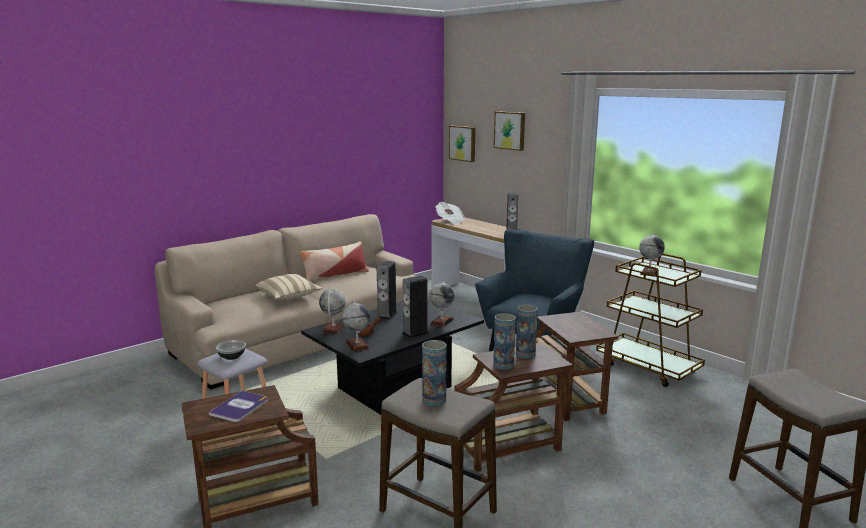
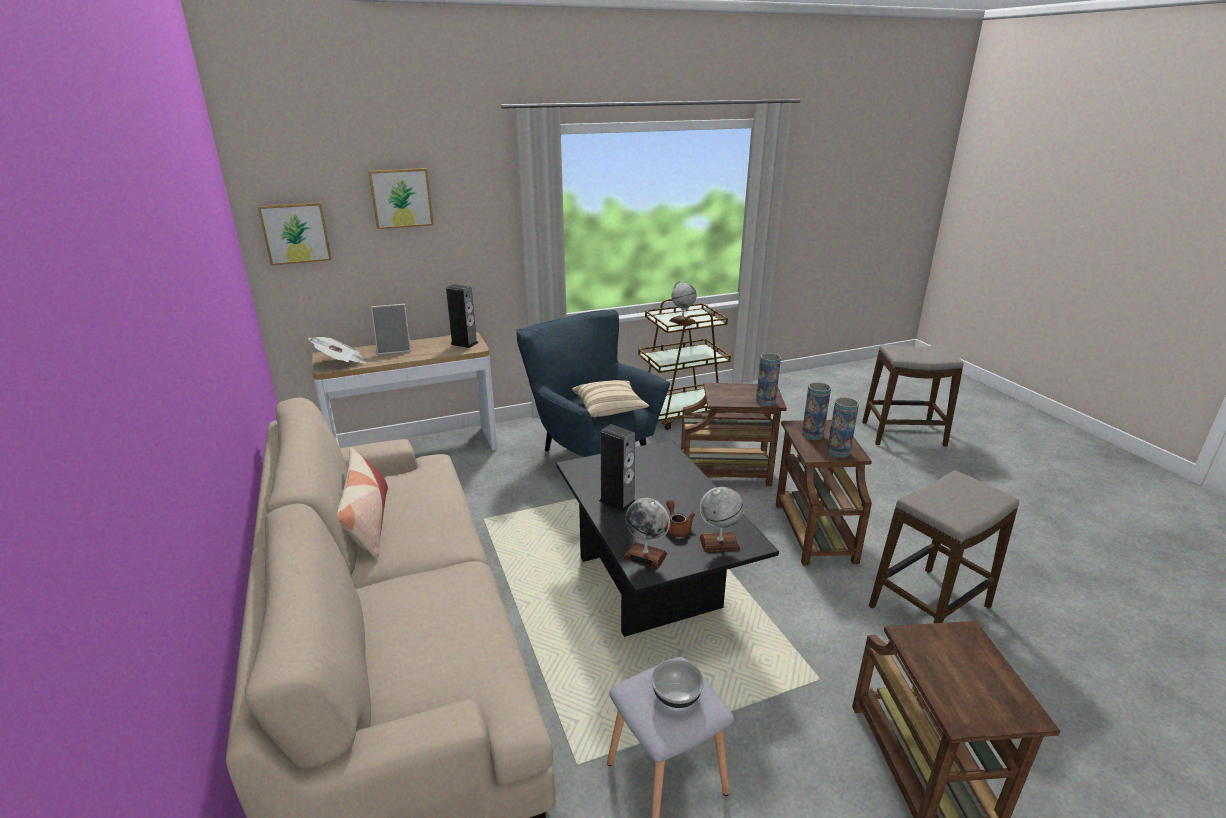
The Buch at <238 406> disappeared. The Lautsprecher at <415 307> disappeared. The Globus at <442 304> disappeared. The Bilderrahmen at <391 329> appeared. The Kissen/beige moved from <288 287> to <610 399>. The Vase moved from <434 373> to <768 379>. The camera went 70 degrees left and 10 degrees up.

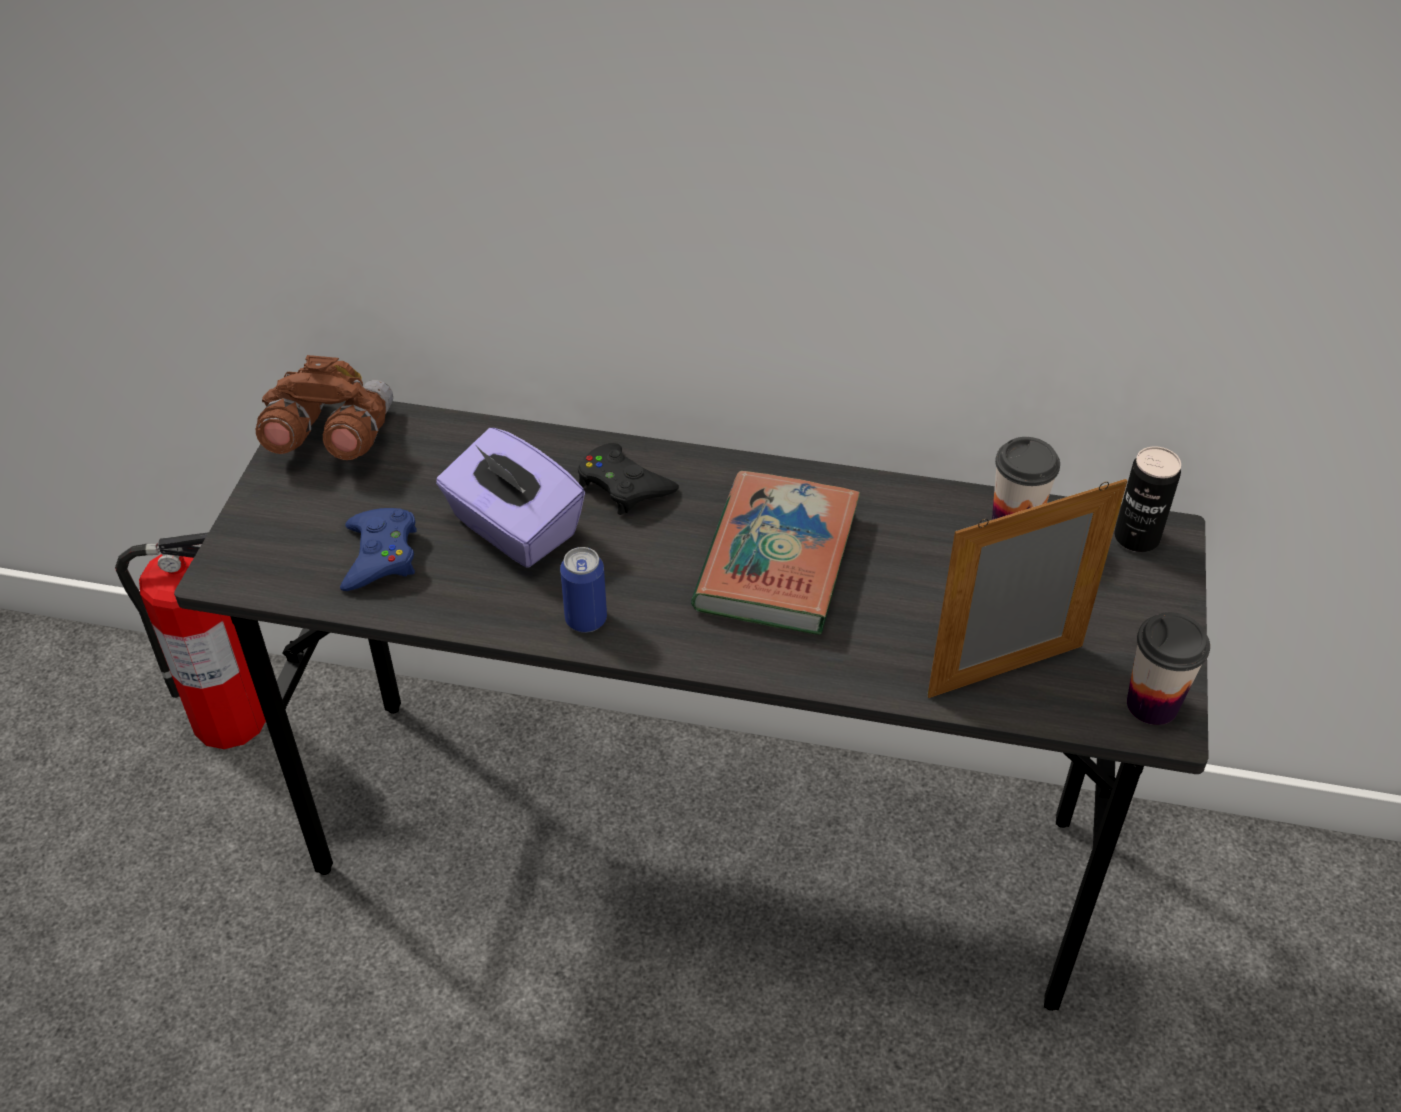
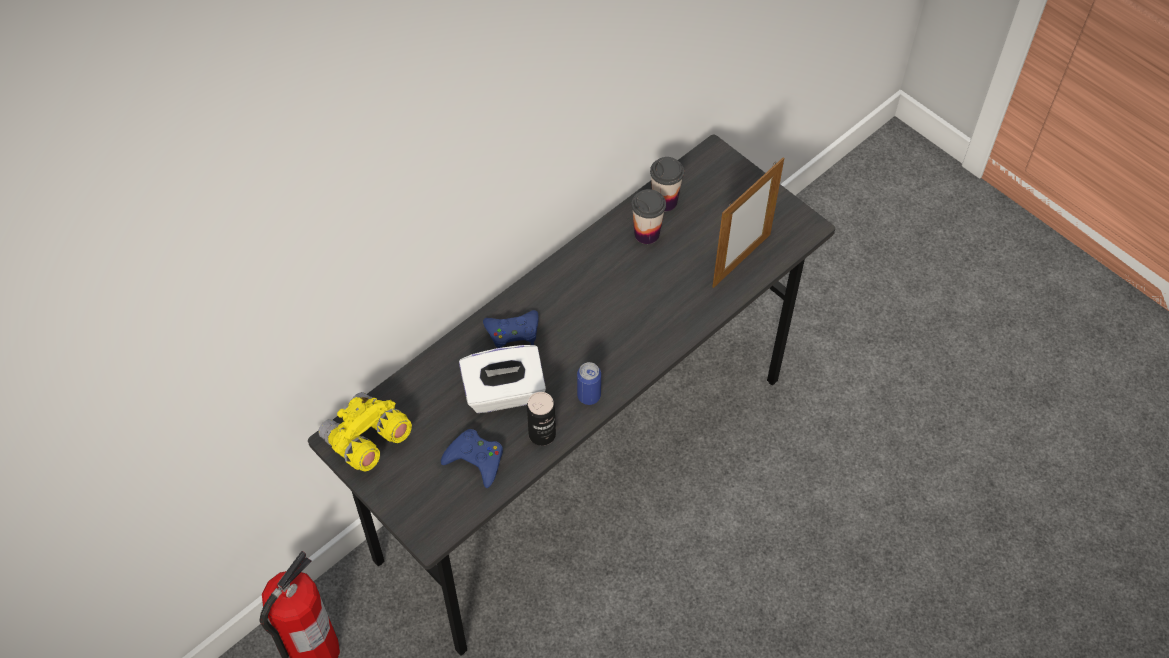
The Buch at <775 553> disappeared. The Dose moved from <1147 499> to <541 419>. The Tasse moved from <1168 668> to <648 216>. The Fernglas/braun at <324 407> became the Fernglas/gelb at <365 431>. The Taschentuchbox/lila at <510 498> became the Taschentuchbox/weiß at <502 379>. The Gamepad/schwarz at <628 479> became the Gamepad/blau at <511 329>. The Bilderrahmen at <1027 588> turned 150 degrees counterclockwise. The camera went 55 degrees left and 10 degrees up.

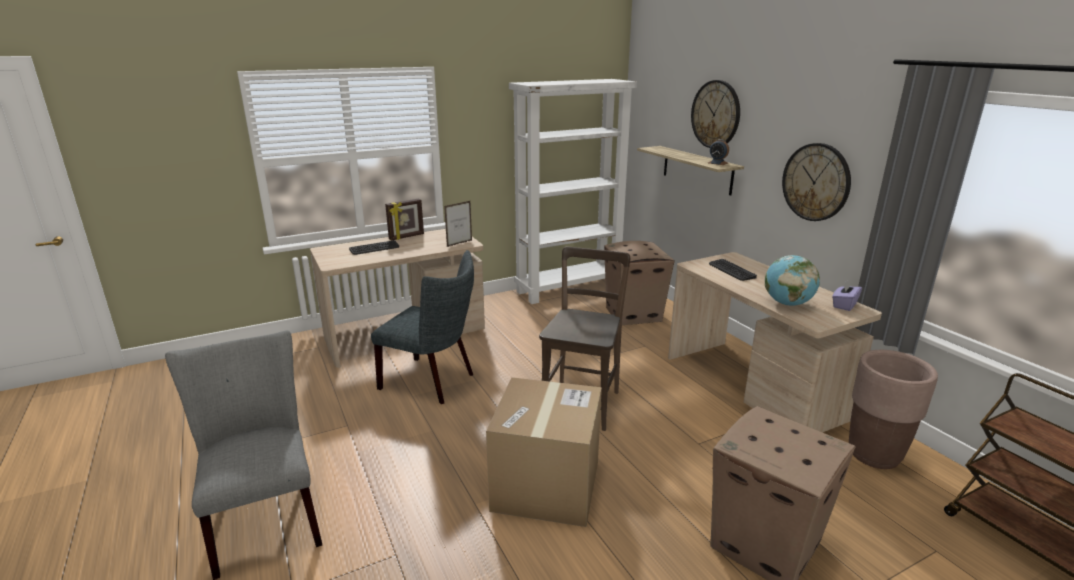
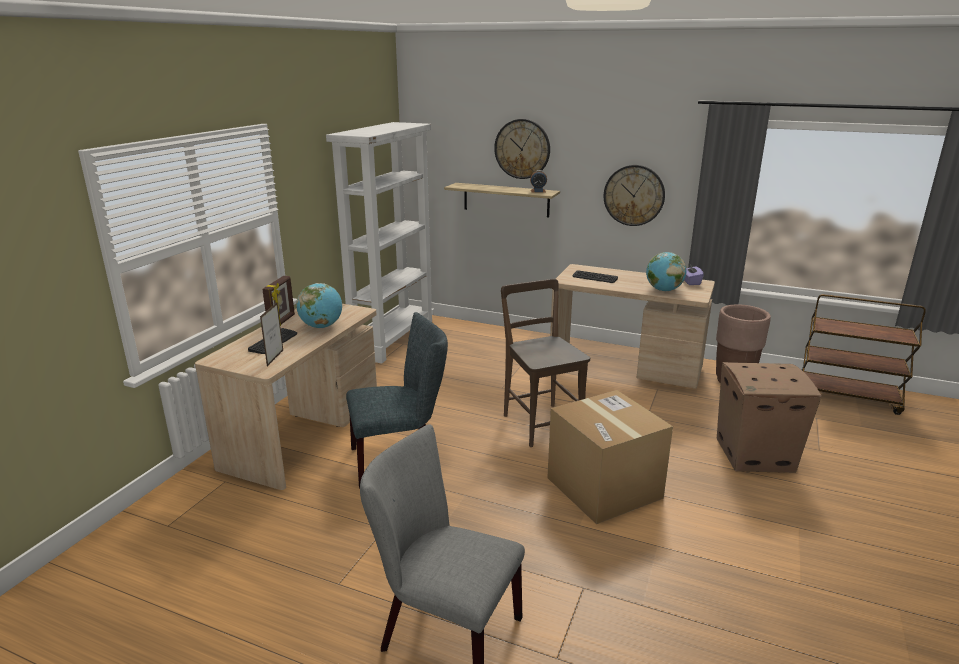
The Karton at <639 283> disappeared. The Globus at <319 305> appeared. The Bilderrahmen moved from <458 224> to <271 335>. The camera went 40 degrees left and 0 degrees up.

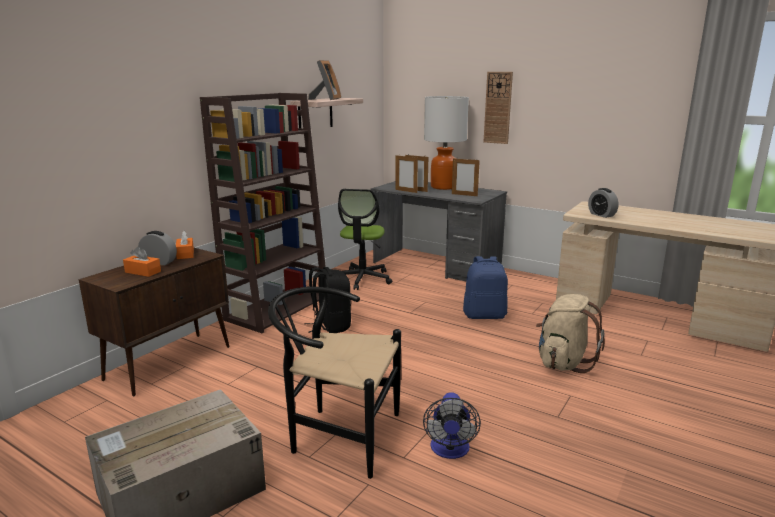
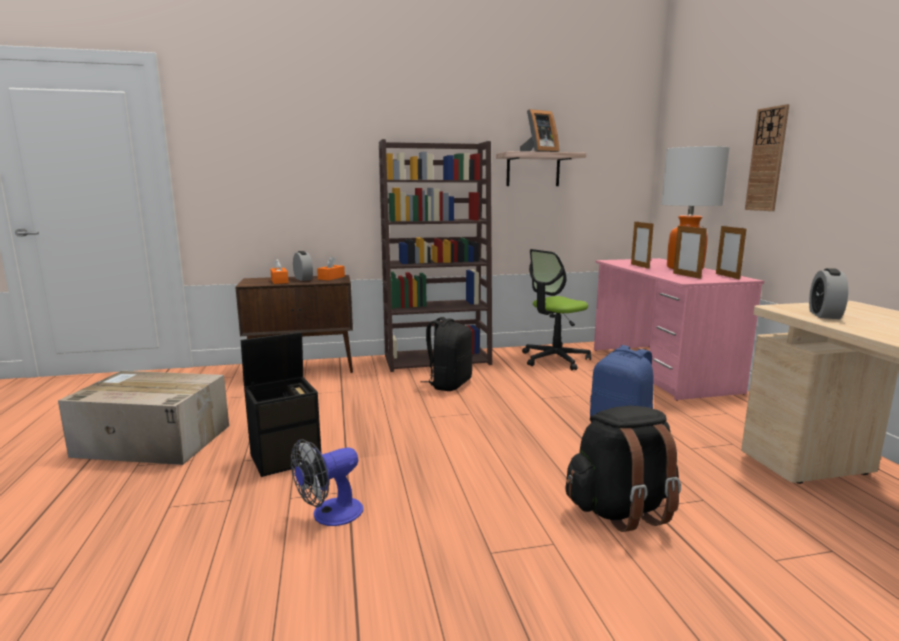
The Bilderrahmen moved from <406 174> to <731 253>. The Stuhl/schwarz at <334 383> was replaced by the Aufbewahrungsbox/schwarz at <281 404>. The Schreibtisch/grau at <439 231> became the Schreibtisch/rosa at <679 329>. The Rucksack/beige at <570 333> became the Rucksack/schwarz at <623 469>. The camera went 45 degrees right and 5 degrees down.

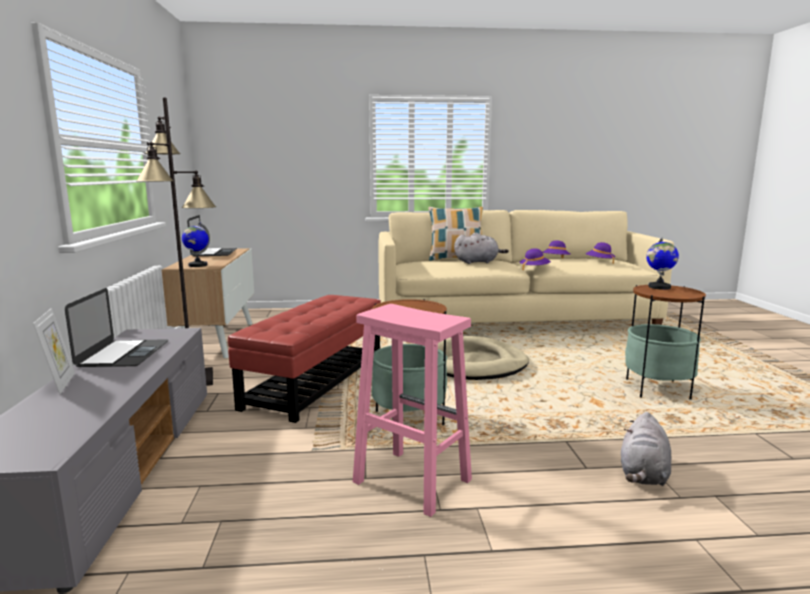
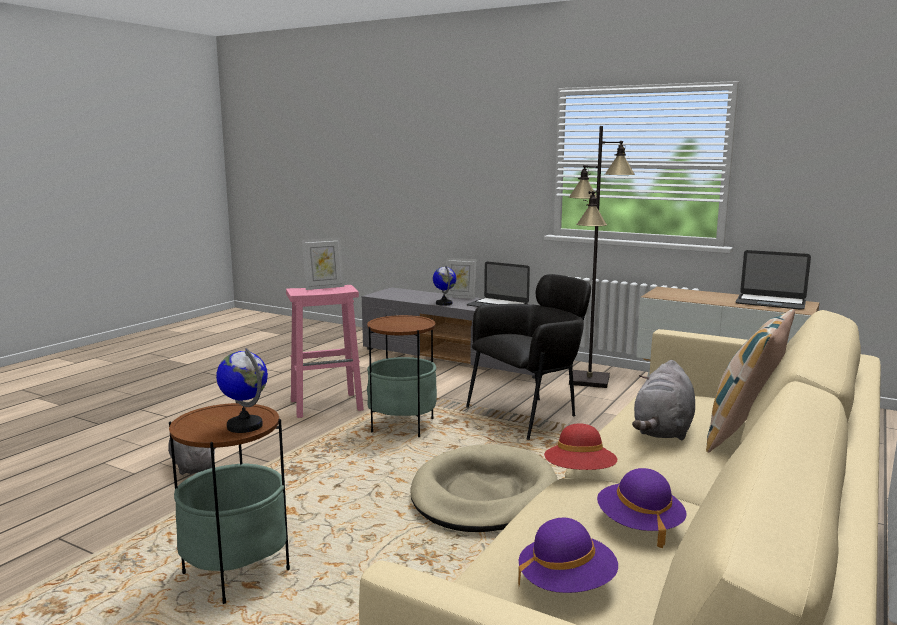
The Bilderrahmen at <323 264> appeared. The Globus moved from <196 244> to <444 285>. The Polsterhocker/rot at <304 359> was replaced by the Sessel/schwarz at <528 357>. The Hut/lila at <535 259> became the Hut/rot at <580 446>. The camera went 125 degrees right and 0 degrees up.

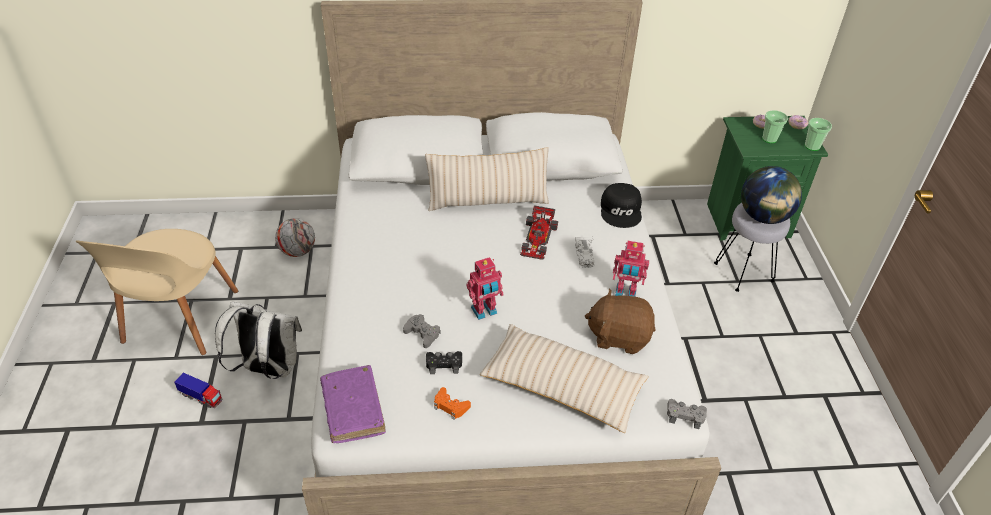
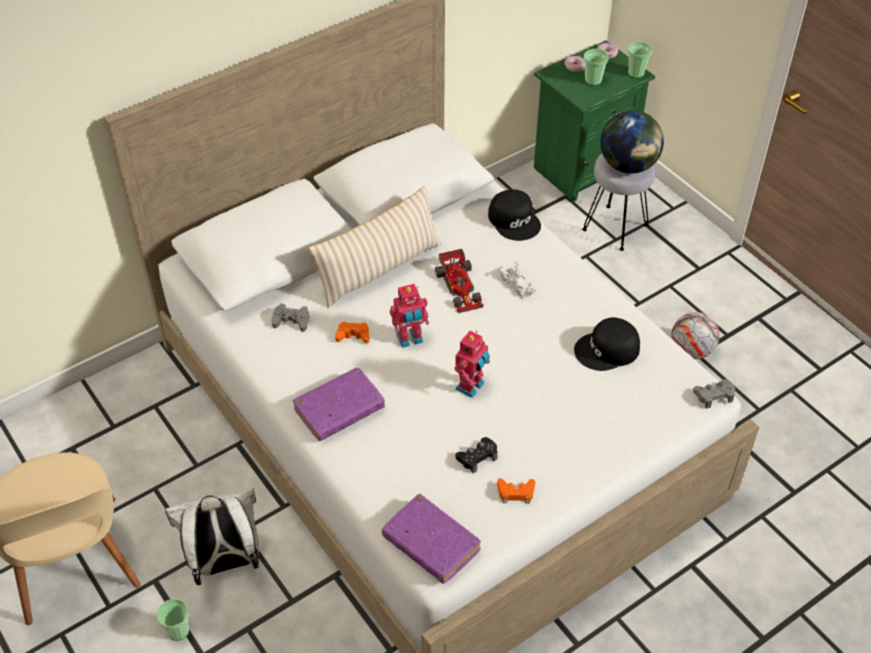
The Kissen/beige at <564 378> disappeared. The Buch/lila at <338 404> appeared. The Gamepad/orange at <352 332> appeared. The Fußball moved from <295 237> to <695 335>. The Gamepad/grau moved from <422 331> to <291 318>. The Spielzeugroboter moved from <631 269> to <409 316>. The Spielzeuglaster at <198 390> was replaced by the Tasse at <172 620>. The Plüschtier/braun at <620 321> was replaced by the Kappe/schwarz at <607 344>. The camera went 30 degrees left and 5 degrees up.

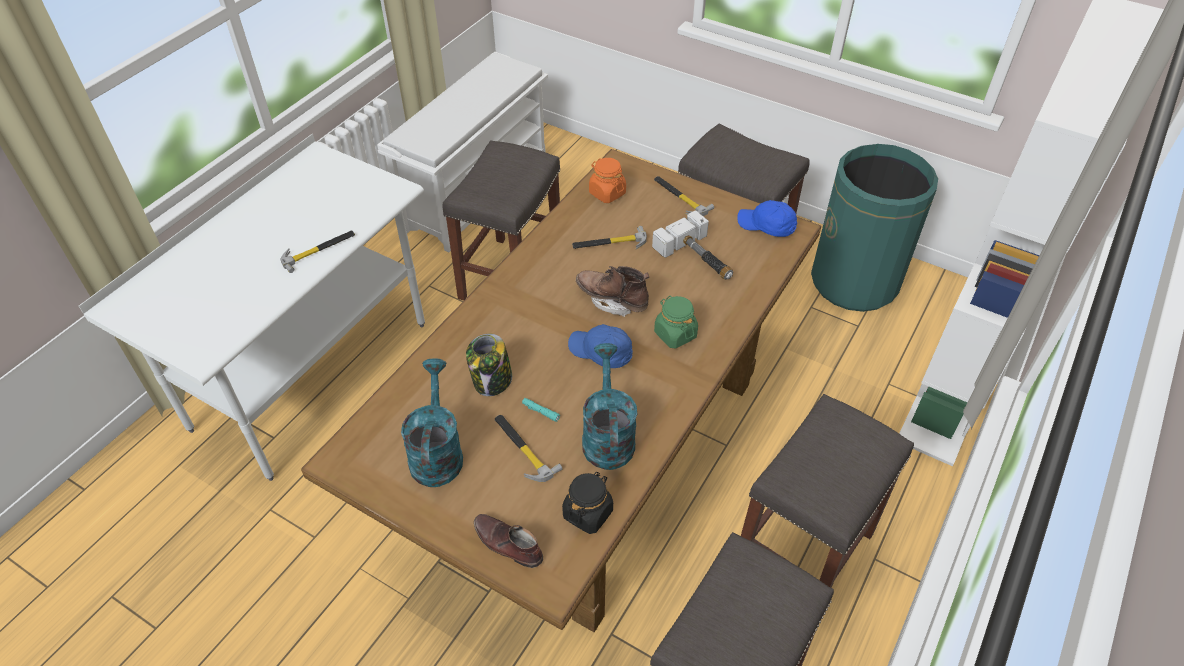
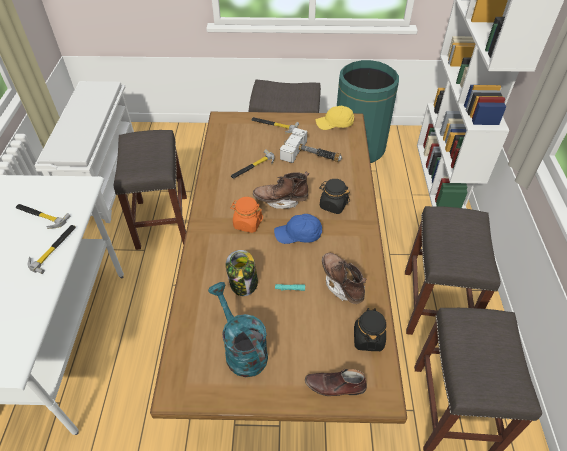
The Hammer moved from <529 448> to <43 216>. The Vorratsglas/orange moved from <607 180> to <246 215>. The Gießkanne/türkis at <609 406> was replaced by the Stiefel/braun at <344 278>. The Vorratsglas/grün at <676 322> became the Vorratsglas/schwarz at <334 196>. The Kappe/blau at <767 218> became the Kappe/gelb at <334 118>. The camera went 30 degrees left and 0 degrees up.

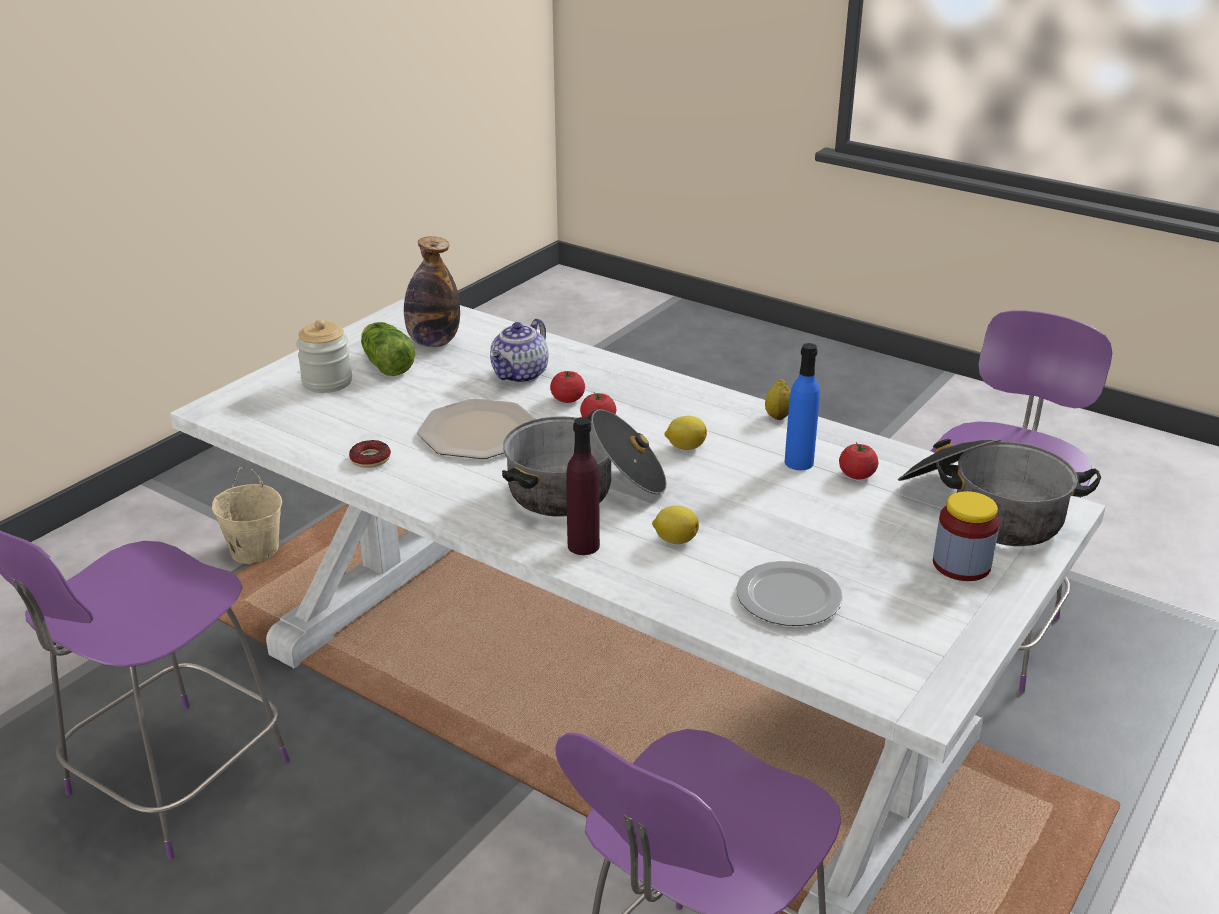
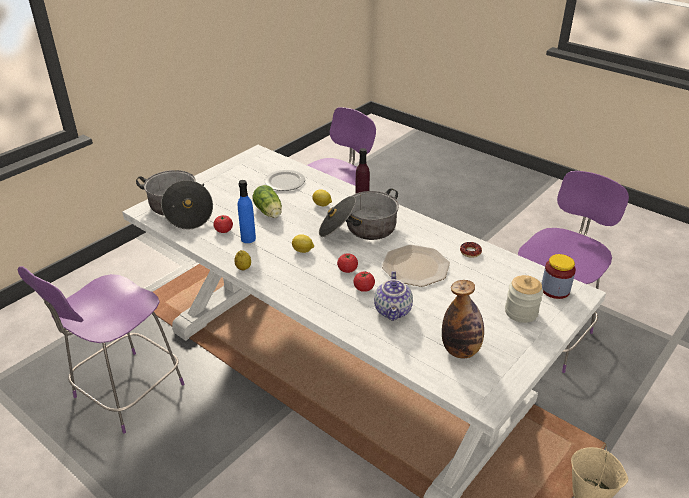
The Salatkopf moved from <388 349> to <267 201>. The Vorratsglas moved from <966 536> to <558 276>. The Teekanne at <519 351> turned 150 degrees clockwise. The camera went 175 degrees left and 5 degrees up.

